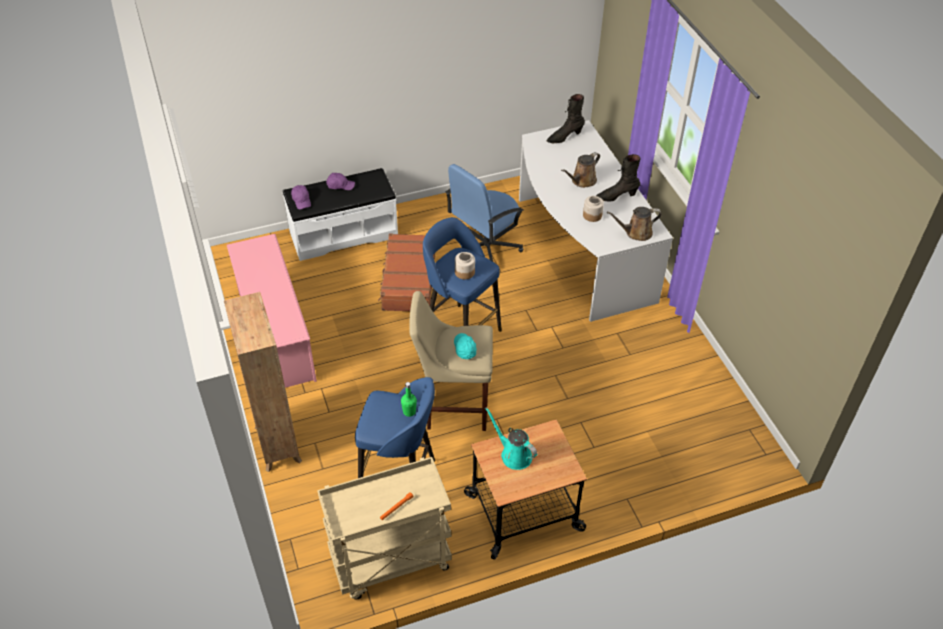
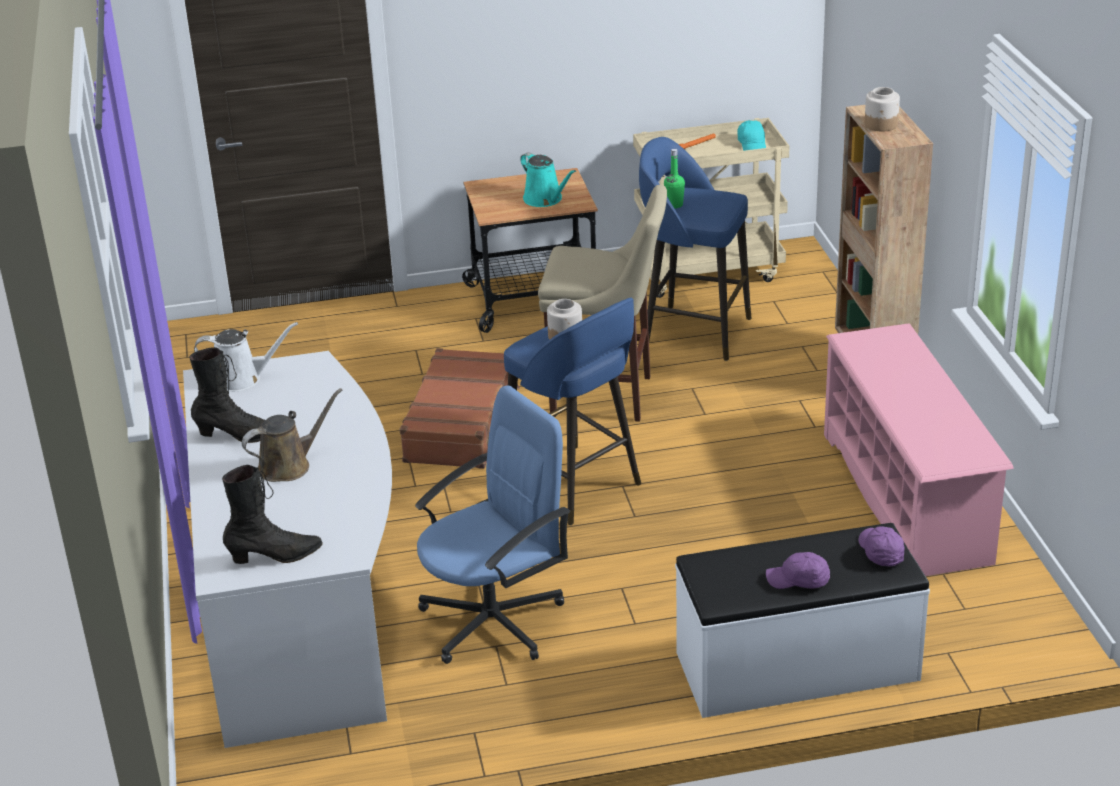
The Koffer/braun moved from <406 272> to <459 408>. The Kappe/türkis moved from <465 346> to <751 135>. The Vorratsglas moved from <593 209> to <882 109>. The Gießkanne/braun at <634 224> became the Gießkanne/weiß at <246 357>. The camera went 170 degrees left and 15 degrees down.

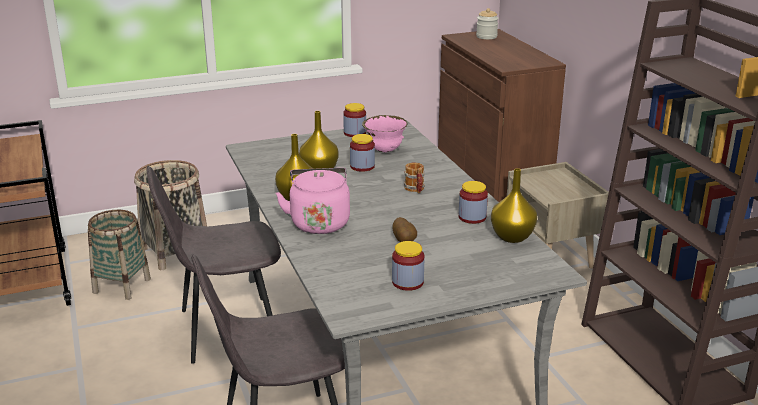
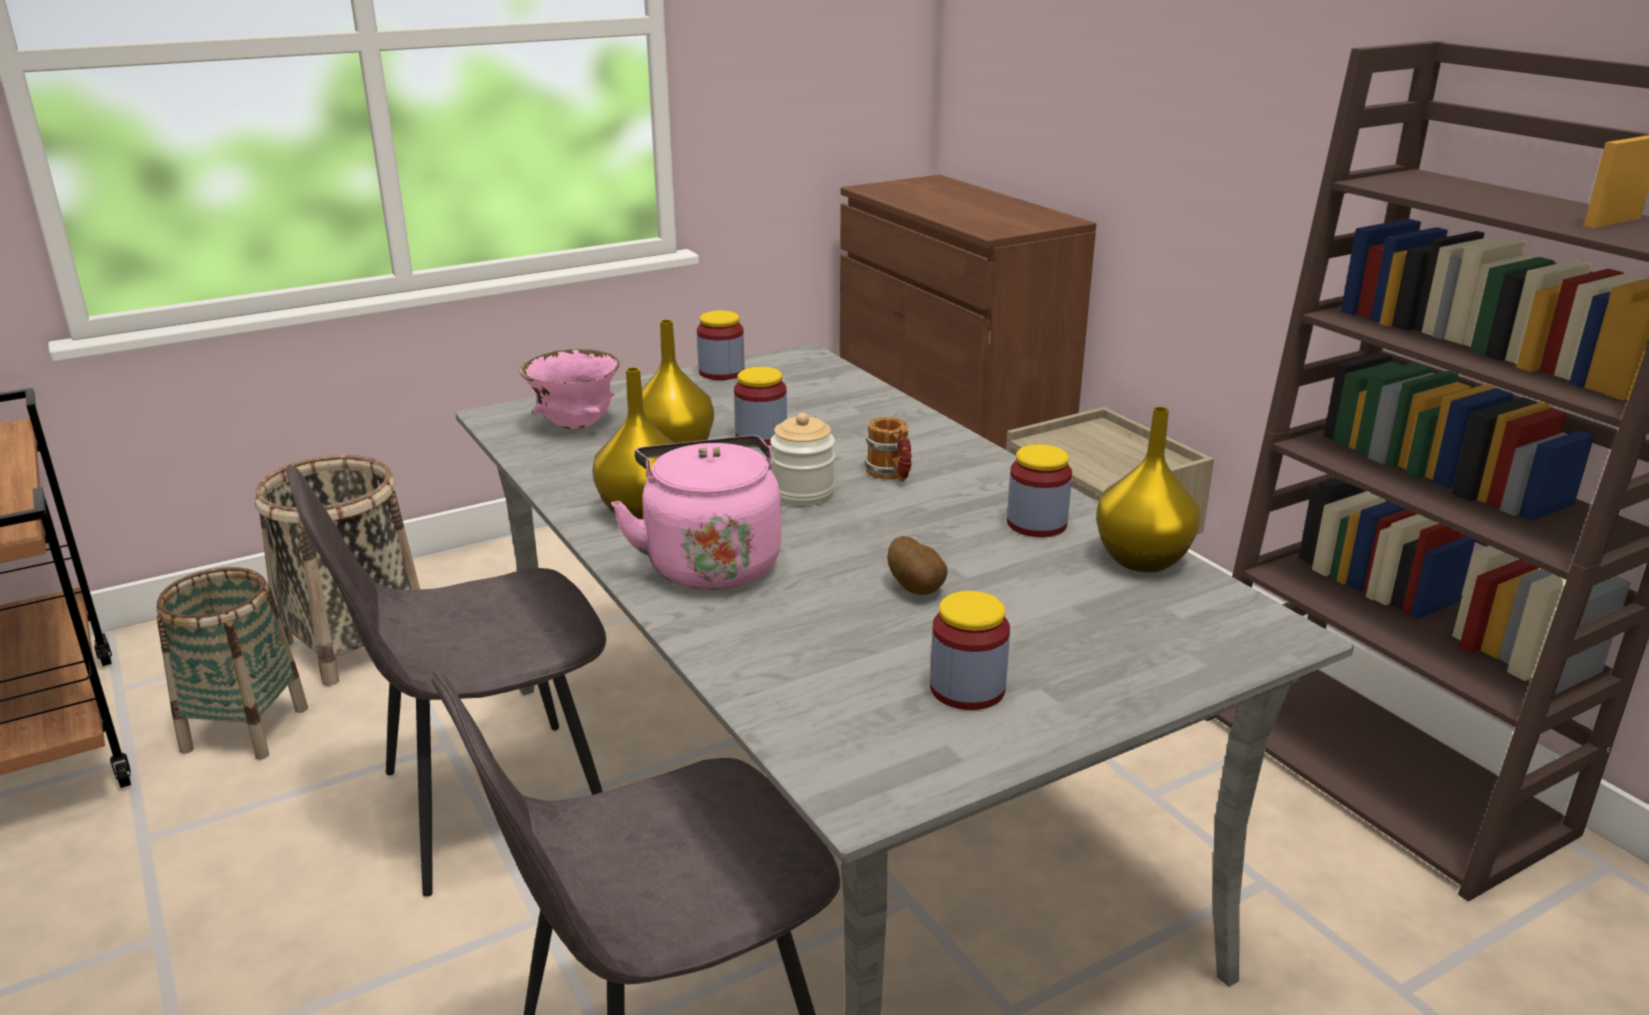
The Schüssel/rosa moved from <385 133> to <569 389>. The Vorratsglas moved from <487 23> to <802 459>. The camera went 10 degrees left and 0 degrees up.

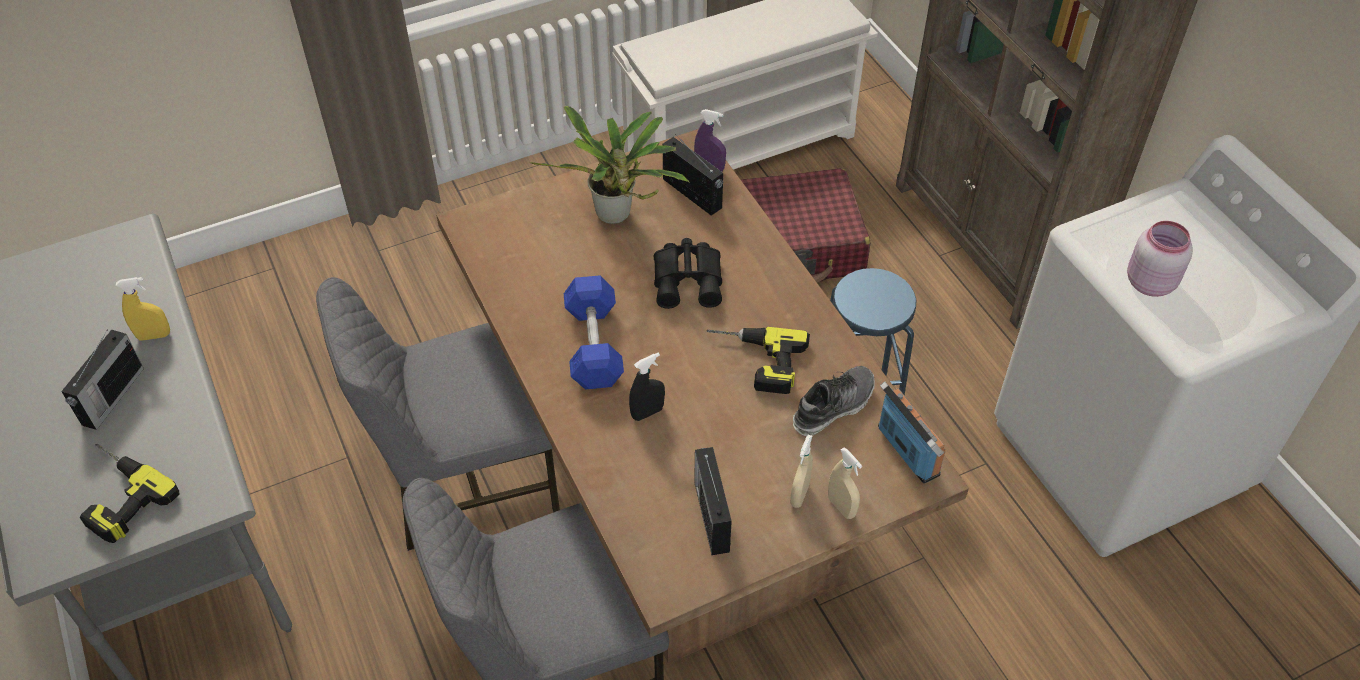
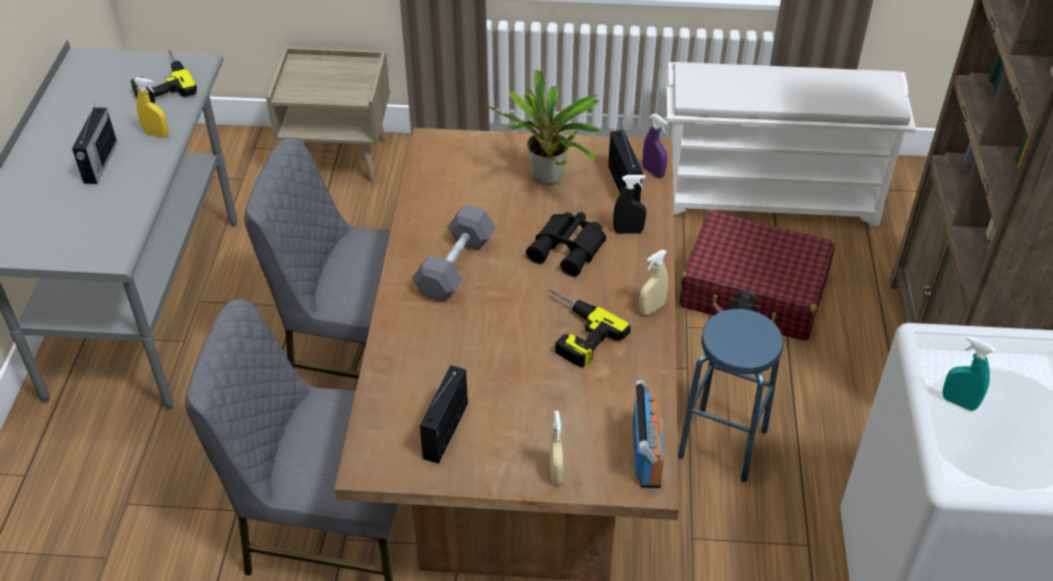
The Schuh at <834 401> disappeared. The Nachttisch/beige at <328 115> appeared. The Bohrmaschine moved from <130 493> to <164 76>. The Sprühflasche/schwarz moved from <647 386> to <630 204>. The Sprühflasche/beige moved from <801 471> to <653 283>. The Vorratsglas/rosa at <1160 259> was replaced by the Sprühflasche/türkis at <968 373>. The Hantel/blau at <594 332> became the Hantel/grau at <454 253>. The Radio at <102 380> turned 45 degrees counterclockwise. The camera went 30 degrees right and 5 degrees down.

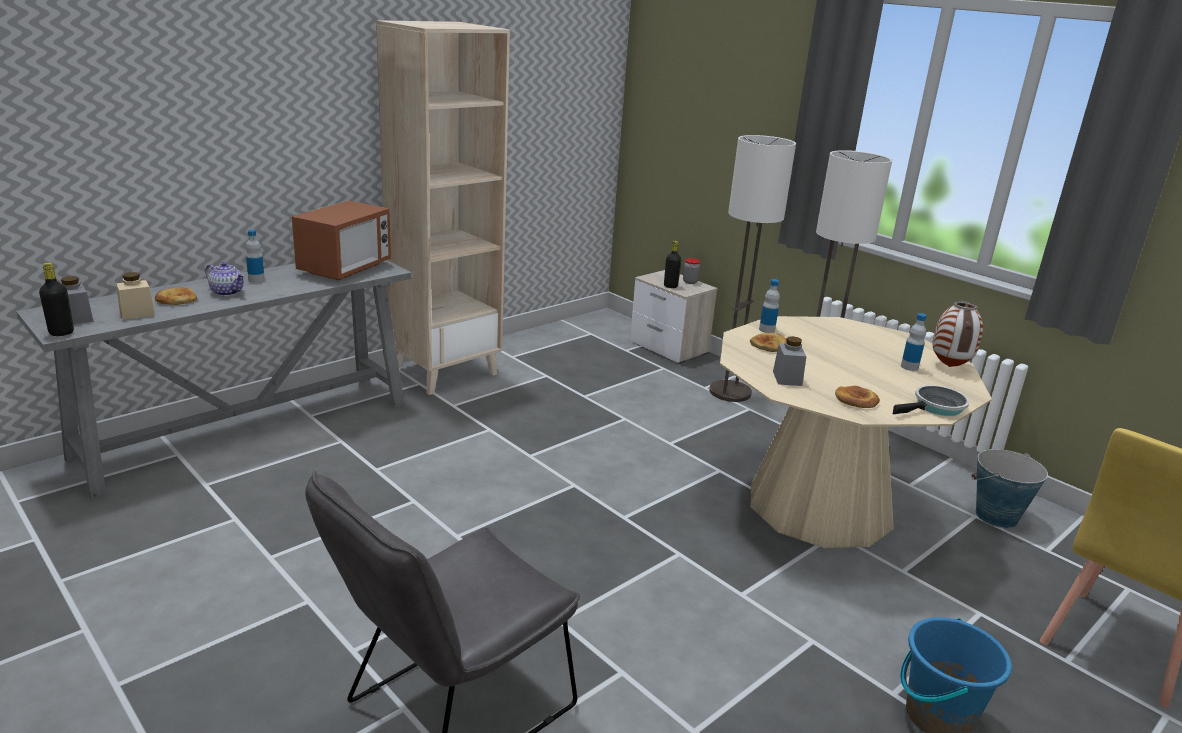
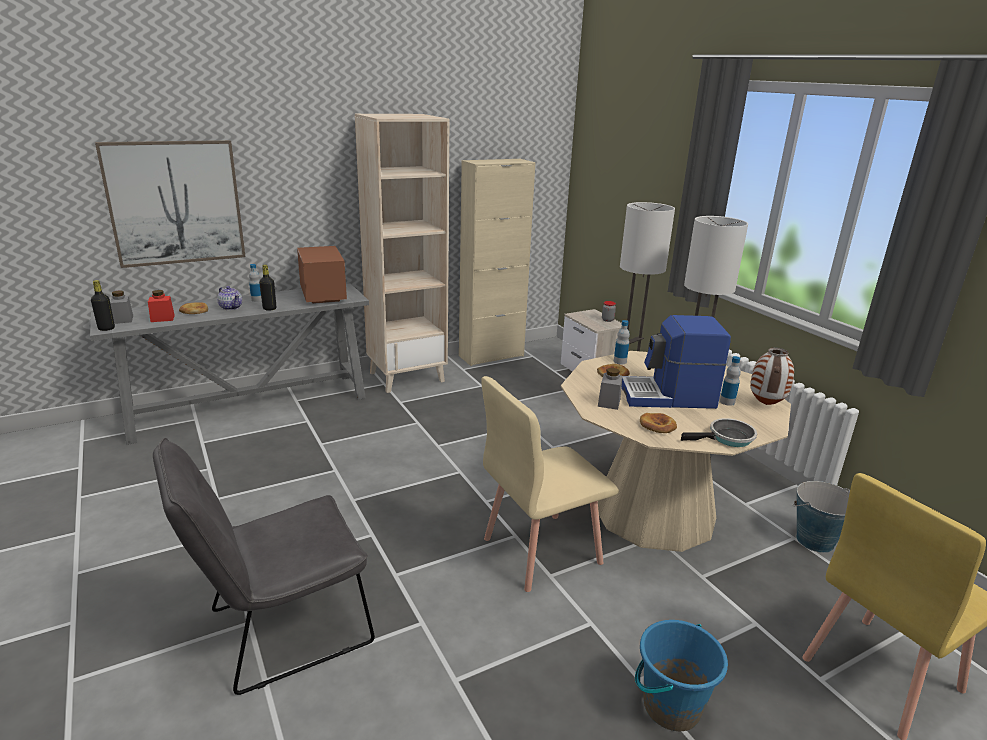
The Bild at <170 204> appeared. The Schrank/beige at <497 262> appeared. The Stuhl/beige at <550 484> appeared. The Kaffeemaschine at <676 362> appeared. The Flasche/schwarz moved from <672 264> to <267 288>. The Vorratsglas/beige at <135 296> became the Vorratsglas/rot at <161 306>. The Mikrowelle at <341 240> turned 60 degrees counterclockwise. The camera went 15 degrees right and 0 degrees up.

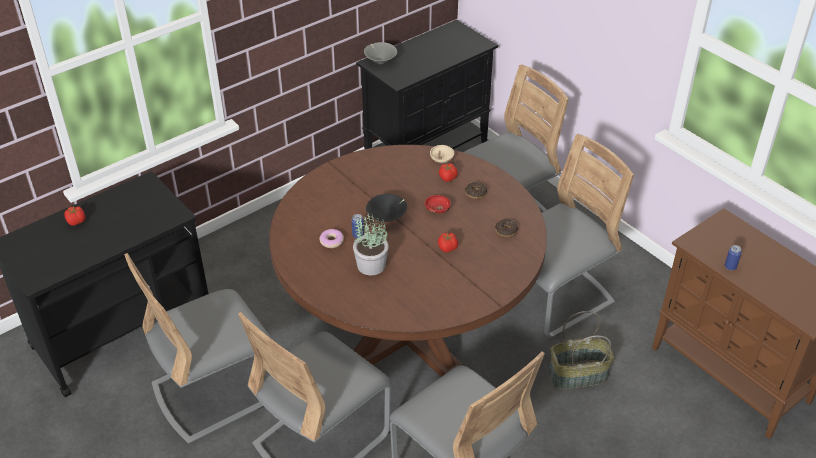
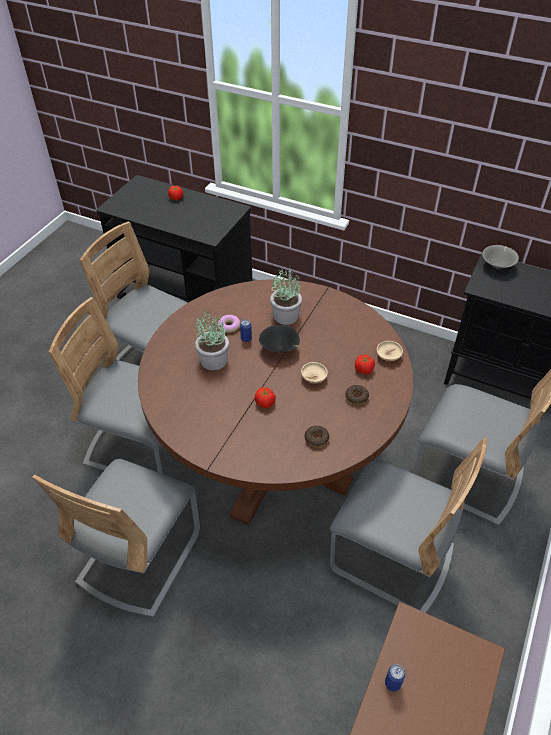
The Korb at <581 350> disappeared. The Topfpflanze at <286 295> appeared. The Schüssel/rot at <438 204> became the Schüssel/beige at <314 373>. The camera went 65 degrees right and 5 degrees up.

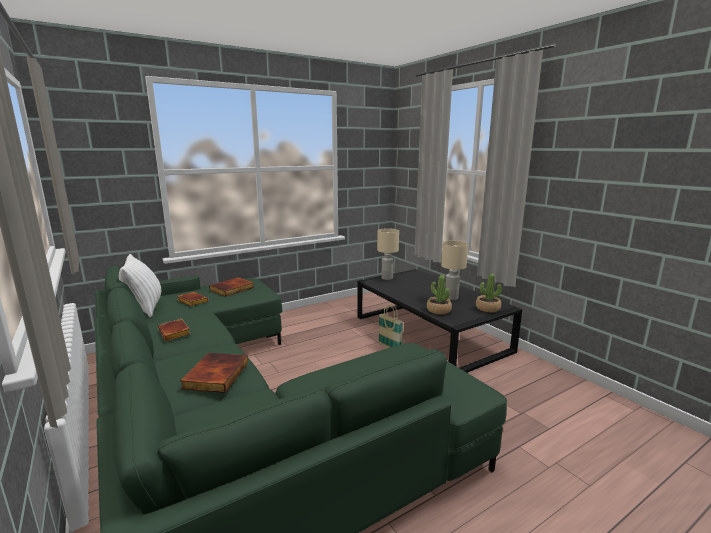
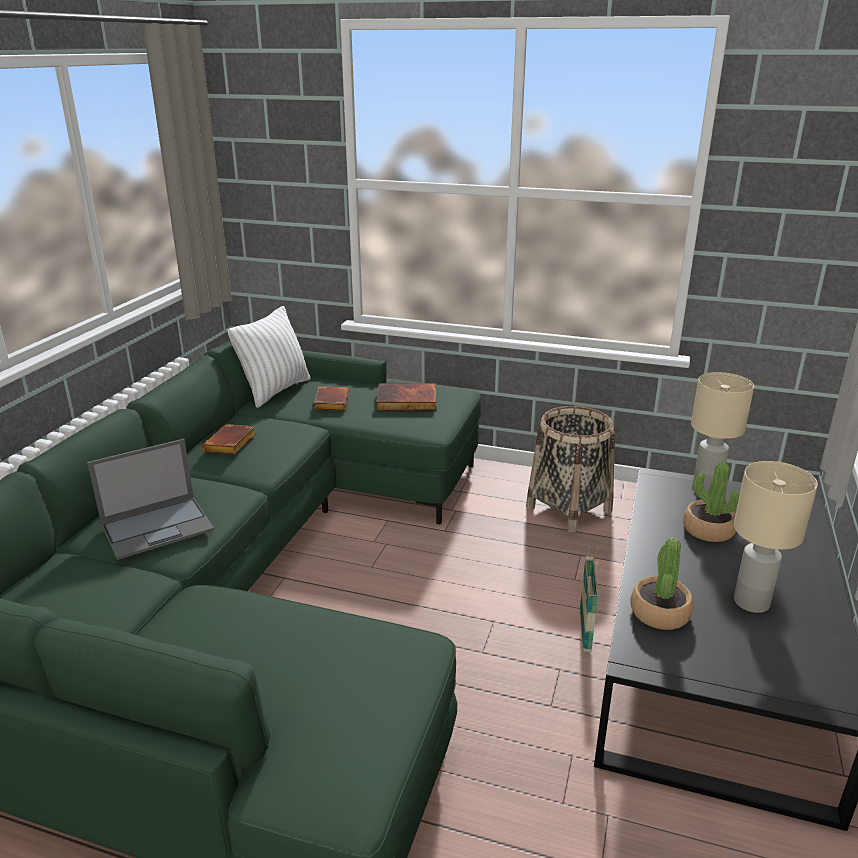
The Korb at <570 469> appeared. The Topfpflanze moved from <489 292> to <711 502>. The Buch at <214 373> was replaced by the Laptop at <150 499>. The camera went 50 degrees right and 10 degrees up.

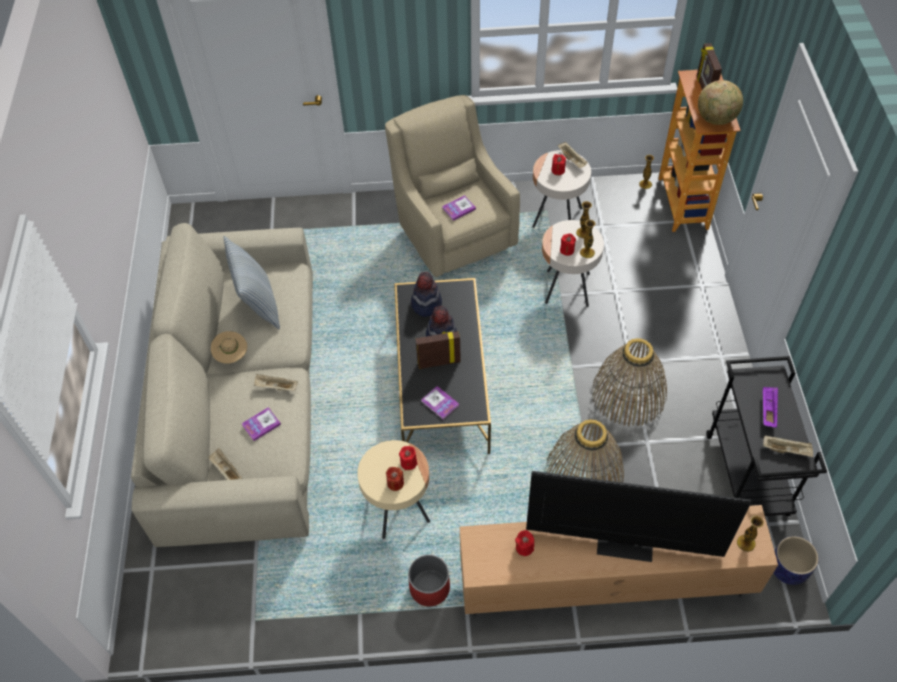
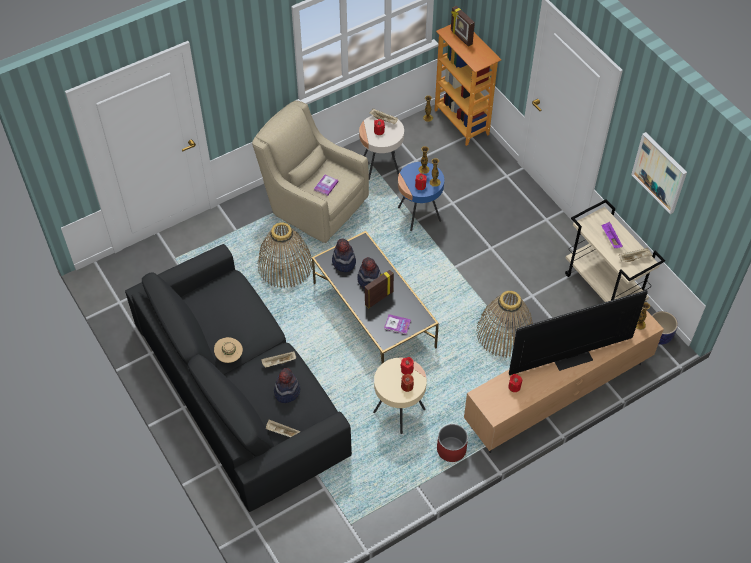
The Kissen at <251 282> disappeared. The Globus at <720 102> disappeared. The Bild at <659 173> appeared. The Korb moved from <629 382> to <285 255>. The Buch at <261 424> was replaced by the Hut at <287 385>. The Sofa/beige at <222 385> became the Sofa/schwarz at <238 378>. The Beistelltisch/beige at <573 263> became the Beistelltisch/blau at <421 196>. The Rollwagen/schwarz at <766 436> became the Rollwagen/beige at <615 250>. The camera went 30 degrees left and 0 degrees up.

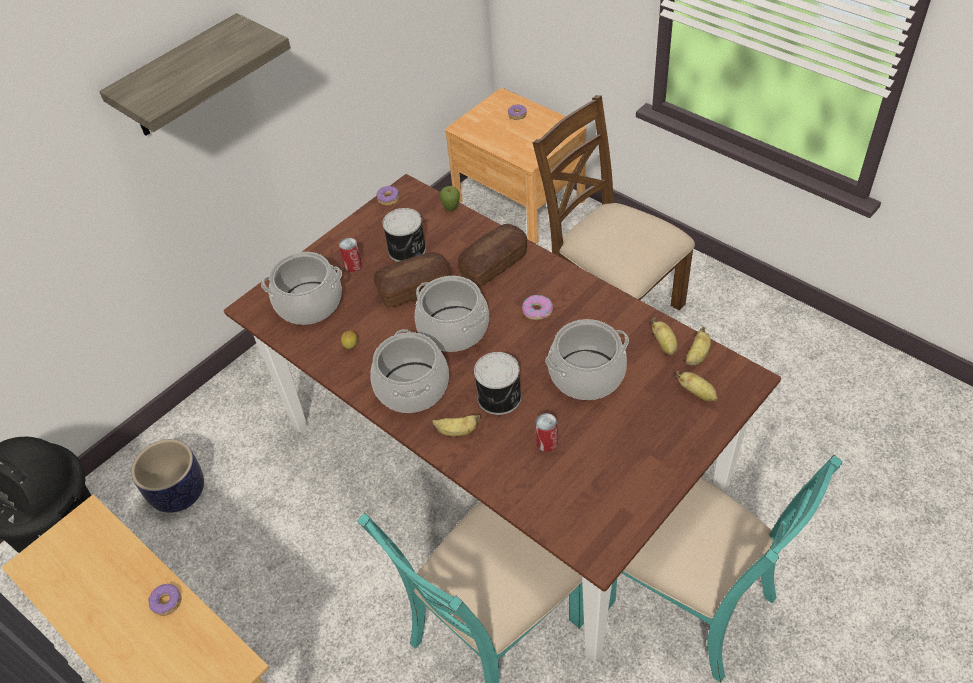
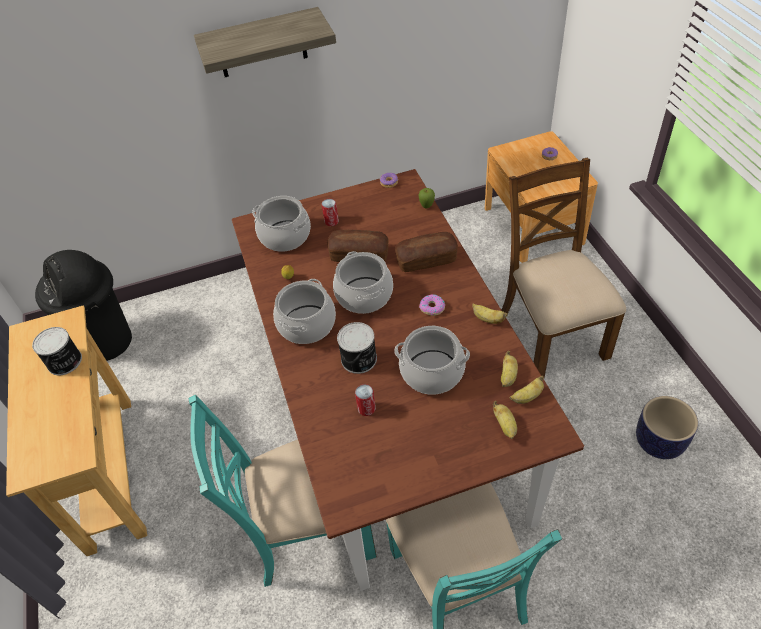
The Donut at <165 600> disappeared. The Pflanzkübel moved from <167 476> to <667 427>. The Dose moved from <404 235> to <57 351>. The Banane moved from <456 425> to <490 313>. The camera went 30 degrees right and 0 degrees up.

